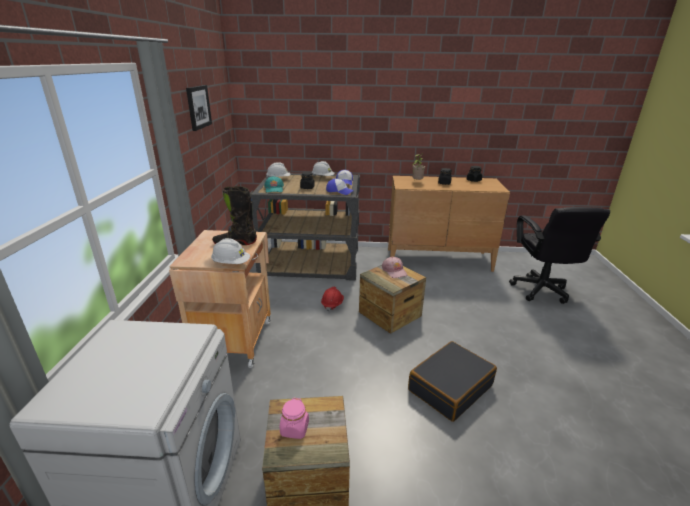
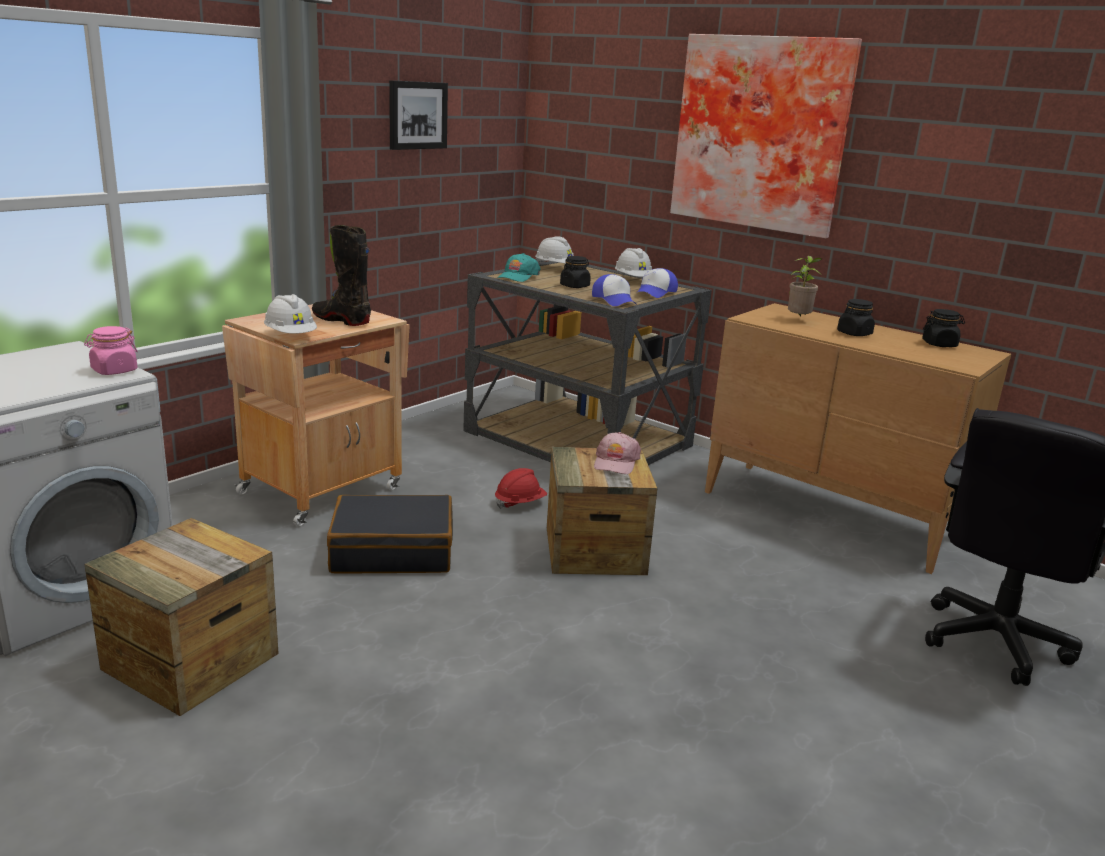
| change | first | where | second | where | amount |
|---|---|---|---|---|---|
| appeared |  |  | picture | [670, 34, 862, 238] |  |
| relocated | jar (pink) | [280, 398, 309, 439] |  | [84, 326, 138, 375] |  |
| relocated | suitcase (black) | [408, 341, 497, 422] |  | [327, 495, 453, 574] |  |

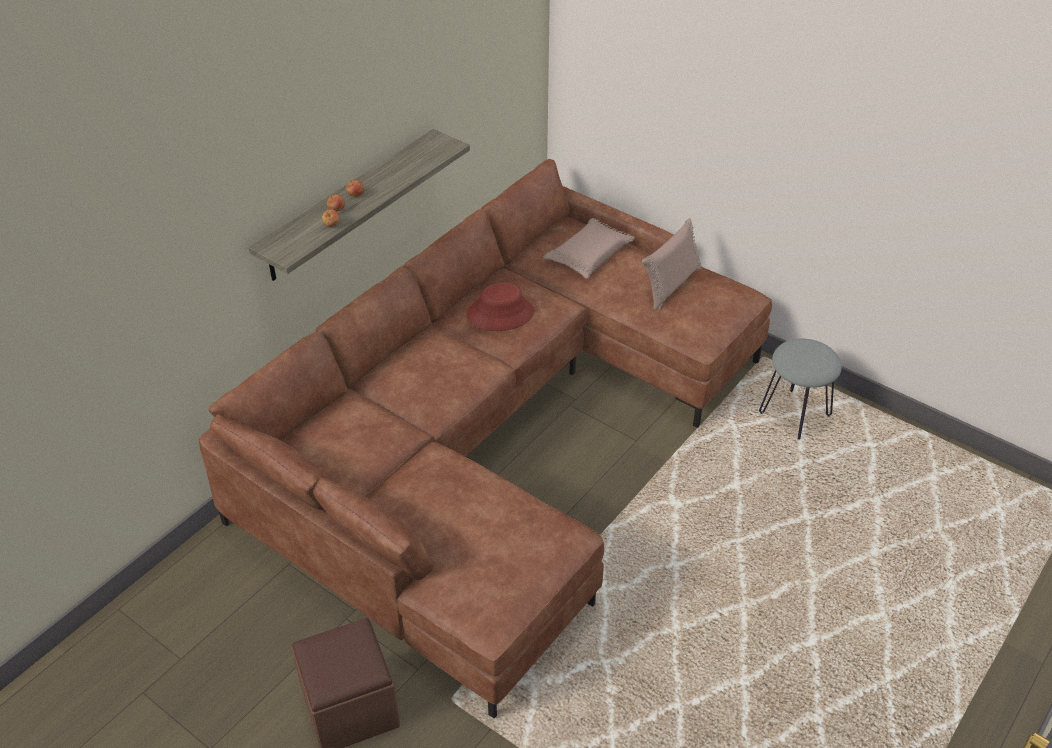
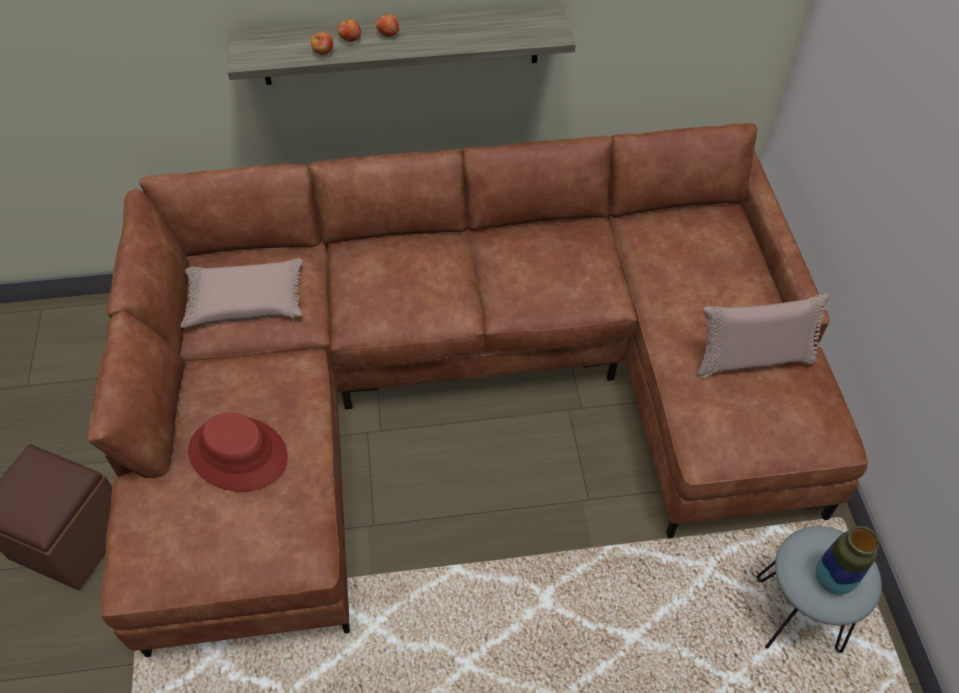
| change | first | where | second | where | amount |
|---|---|---|---|---|---|
| appeared |  |  | vase | [816, 526, 879, 595] |  |
| relocated | hat (red) | [466, 283, 534, 331] |  | [188, 413, 288, 492] |  |
| relocated | pillow (beige) | [543, 218, 635, 279] |  | [180, 258, 303, 328] |  |

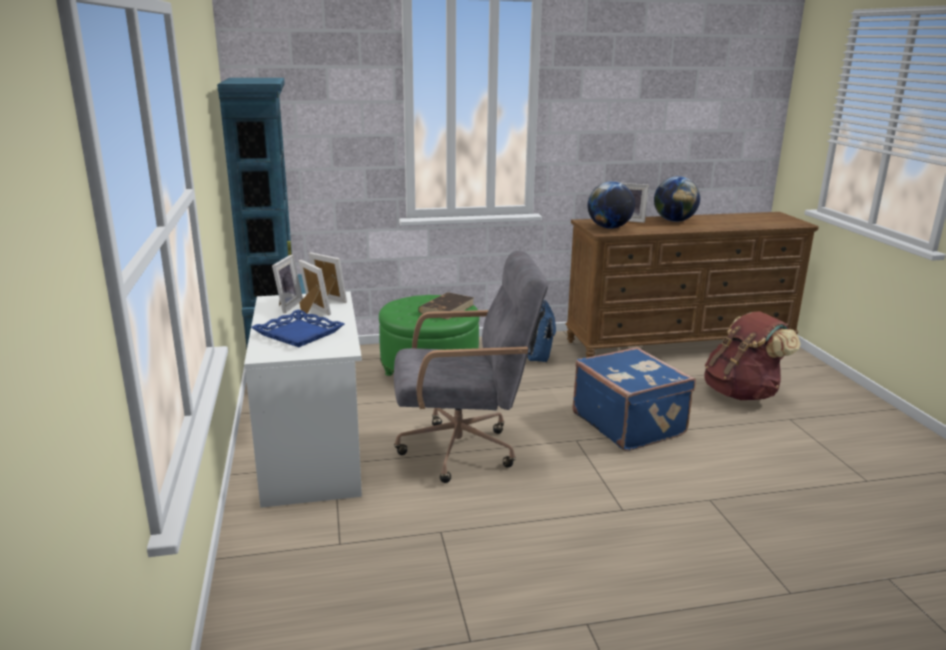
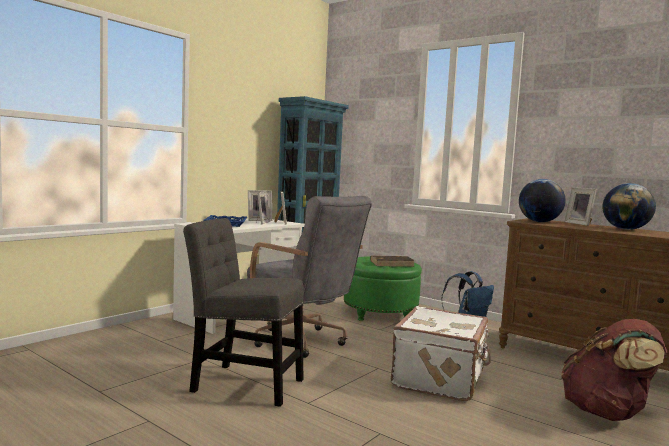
| change | first | where | second | where | amount |
|---|---|---|---|---|---|
| appeared |  |  | chair (grey) | [183, 218, 304, 407] |  |
| colour | suitcase (blue) | [572, 347, 696, 451] | suitcase (white) | [391, 306, 491, 401] |  |

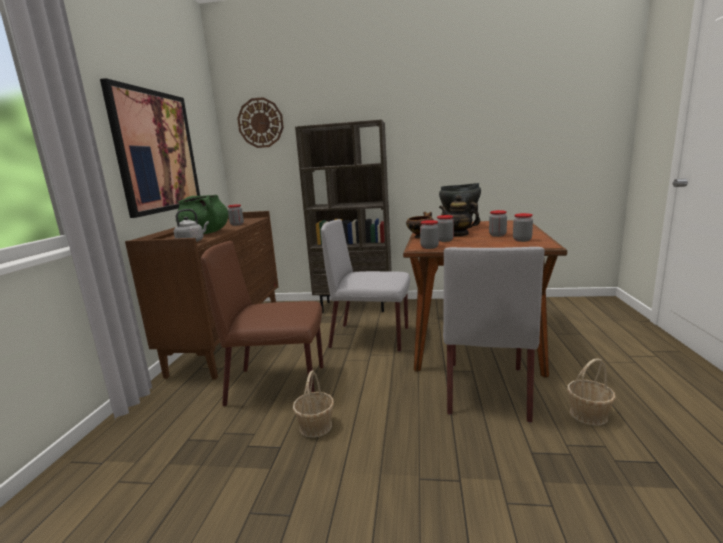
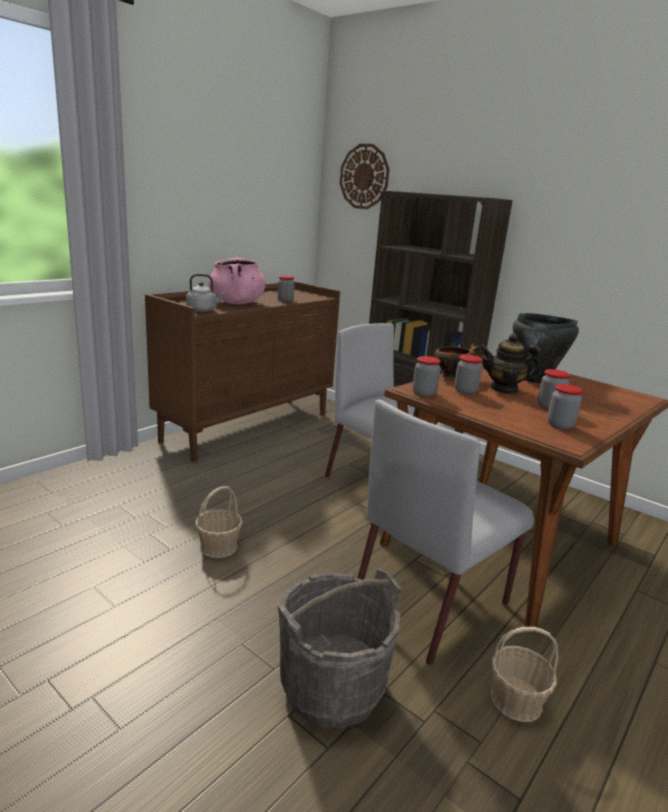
| change | first | where | second | where | amount |
|---|---|---|---|---|---|
| missing | picture | [100, 78, 200, 218] |  |  |  |
| missing | chair (brown) | [201, 241, 324, 406] |  |  |  |
| appeared |  |  | bucket (grey) | [278, 569, 402, 729] |  |
| colour | cooking pot (green) | [176, 195, 229, 234] | cooking pot (pink) | [208, 258, 266, 304] |  |
| spun | teapot | [439, 195, 480, 237] |  | [479, 333, 541, 394] | 60 degrees counterclockwise |

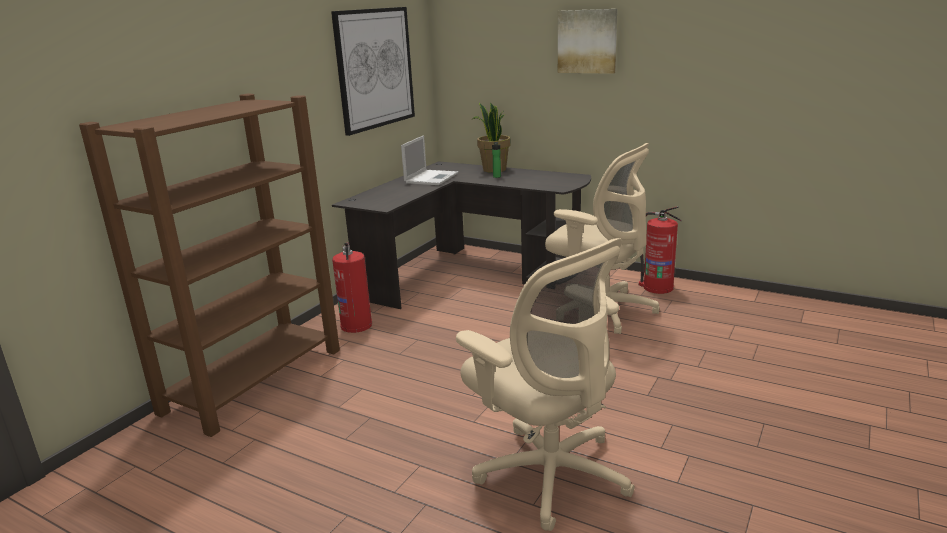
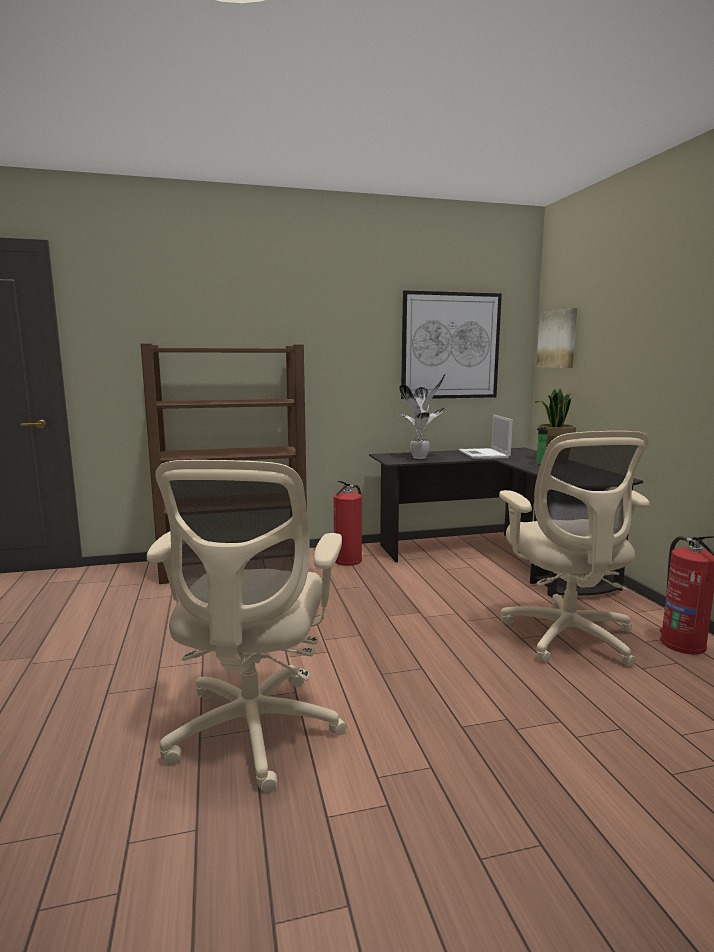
| change | first | where | second | where | amount |
|---|---|---|---|---|---|
| appeared |  |  | potted plant | [397, 374, 446, 459] |  |
| relocated | picture | [558, 9, 617, 74] |  | [536, 308, 577, 368] |  |
| spun | laptop | [401, 135, 458, 185] |  | [459, 415, 513, 459] | 105 degrees clockwise |

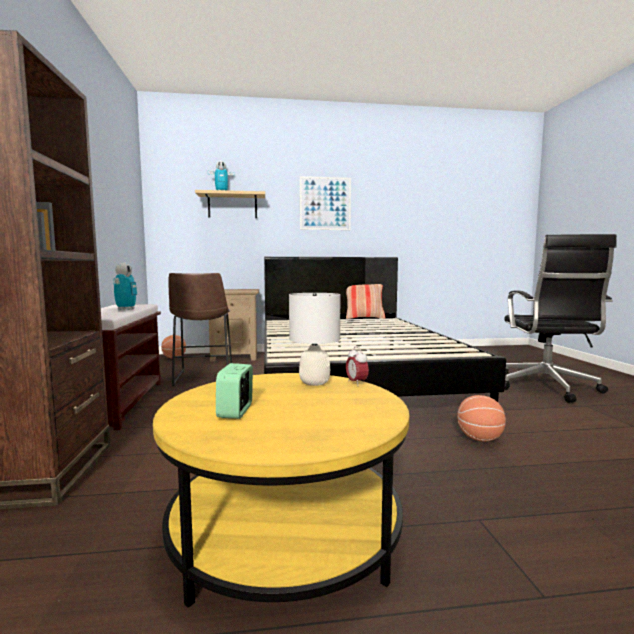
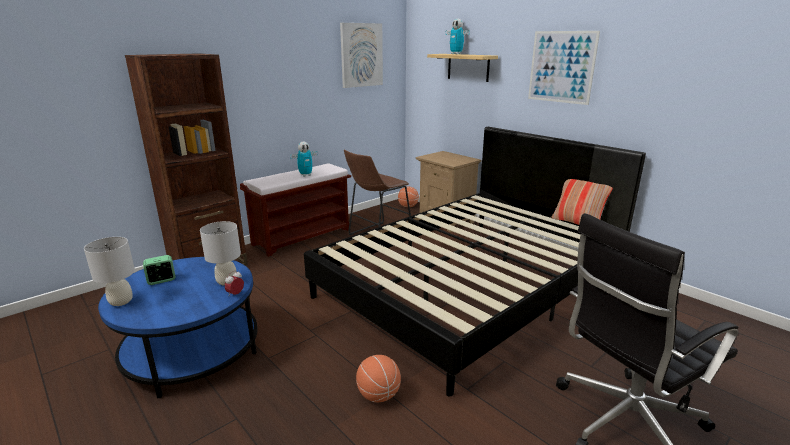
| change | first | where | second | where | amount |
|---|---|---|---|---|---|
| appeared |  |  | table lamp (grey) | [84, 237, 135, 306] |  |
| appeared |  |  | picture | [340, 23, 383, 88] |  |
| colour | coffee table (yellow) | [153, 373, 409, 608] | coffee table (blue) | [98, 257, 258, 398] |  |

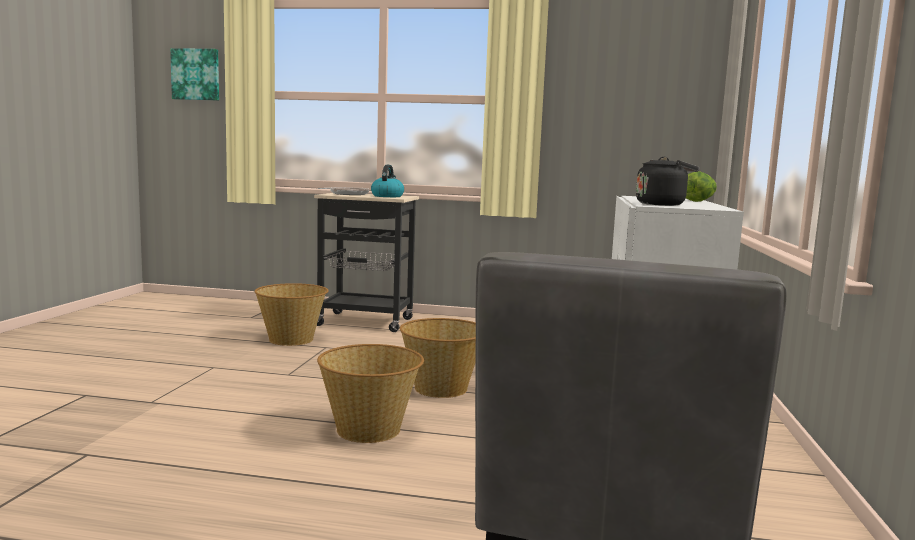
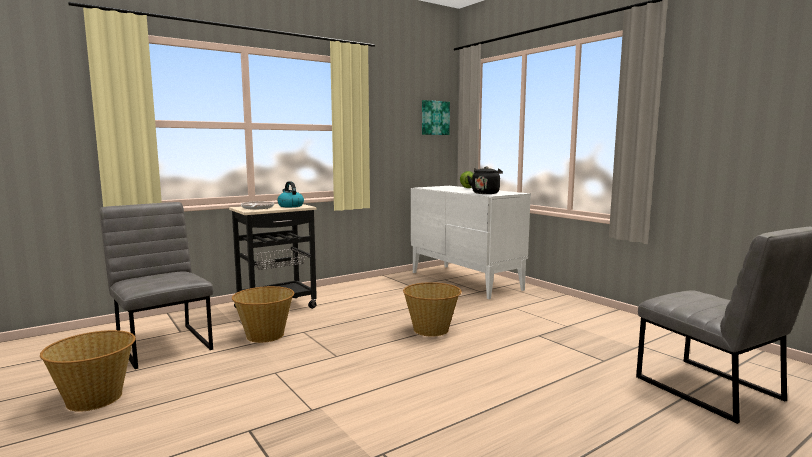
| change | first | where | second | where | amount |
|---|---|---|---|---|---|
| appeared |  |  | chair (grey) | [99, 202, 213, 369] |  |
| relocated | picture | [170, 48, 219, 100] |  | [422, 100, 450, 135] |  |
| relocated | basket | [317, 344, 424, 443] |  | [40, 330, 136, 412] |  |

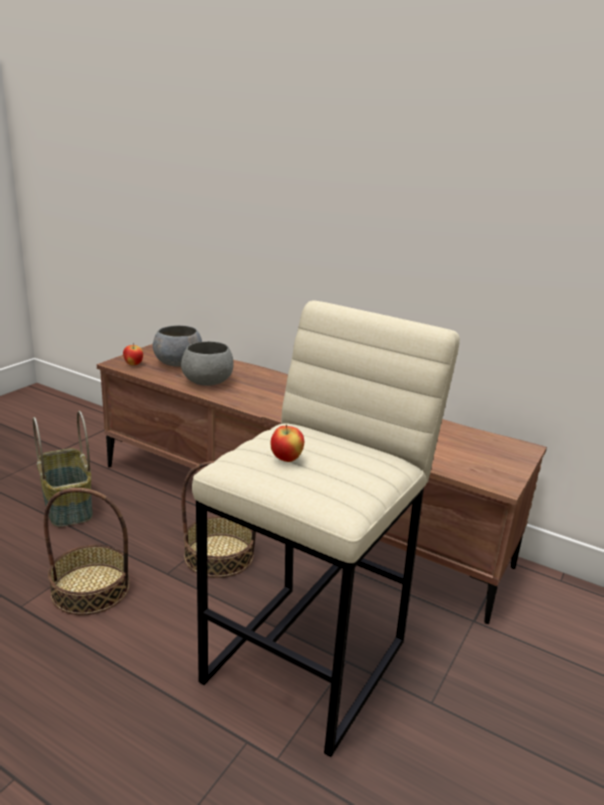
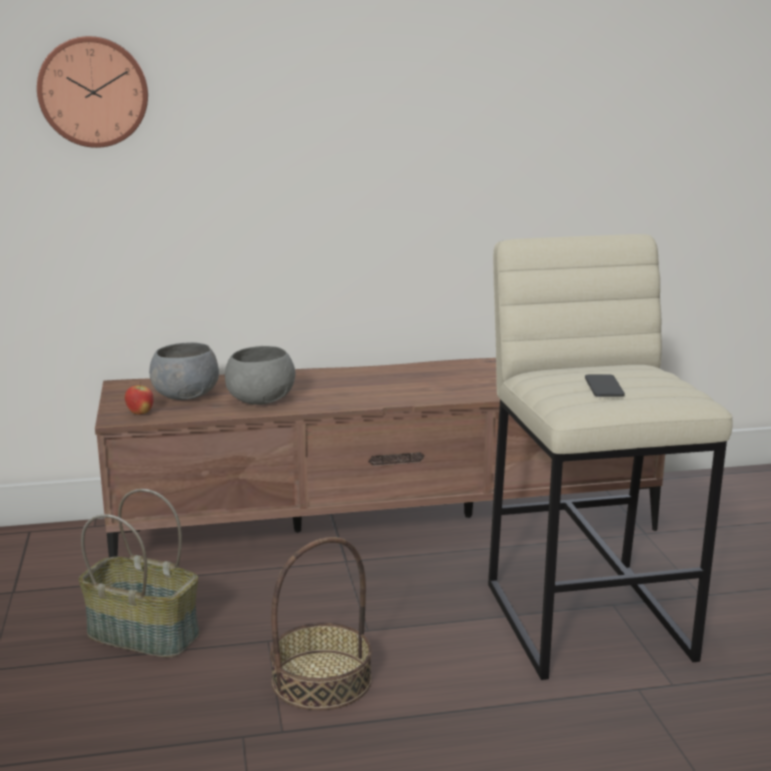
| change | first | where | second | where | amount |
|---|---|---|---|---|---|
| missing | basket | [181, 461, 256, 578] |  |  |  |
| appeared |  |  | wall clock | [37, 36, 148, 148] |  |
| exchanged | apple | [270, 424, 304, 462] | phone | [585, 375, 625, 397] |  |

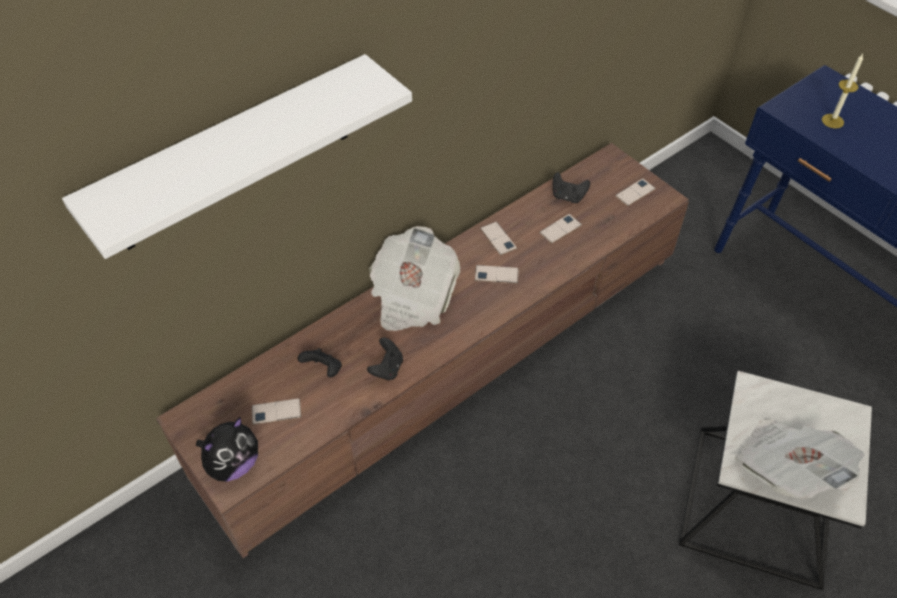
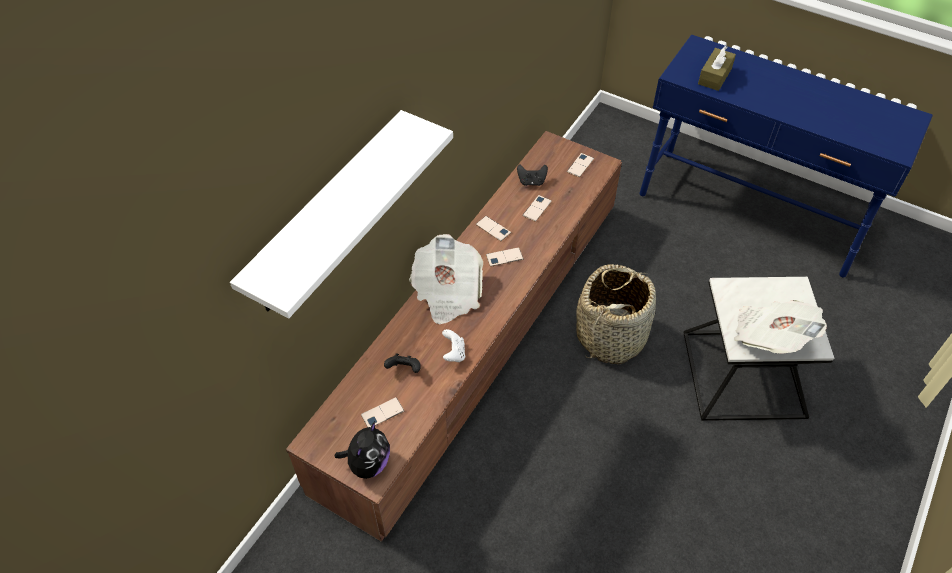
| change | first | where | second | where | amount |
|---|---|---|---|---|---|
| appeared |  |  | basket | [576, 264, 656, 364] |  |
| exchanged | candle | [822, 54, 863, 128] | tissue box (brown) | [698, 46, 736, 91] |  |
| colour | game controller (black) | [367, 337, 403, 380] | game controller (white) | [442, 329, 465, 362] |  |

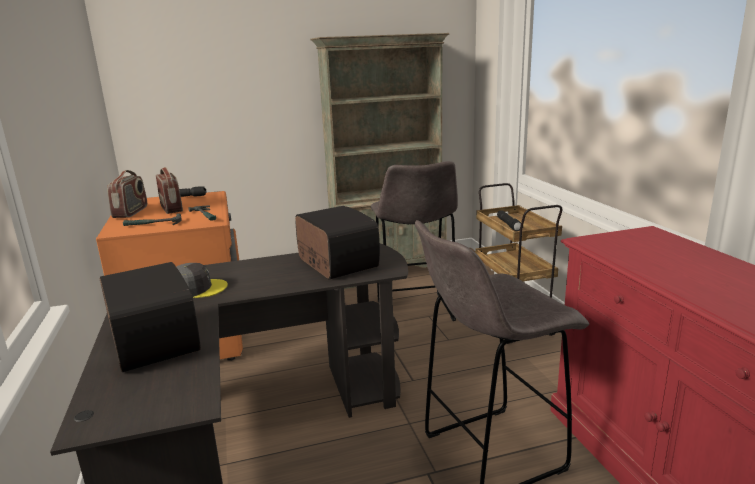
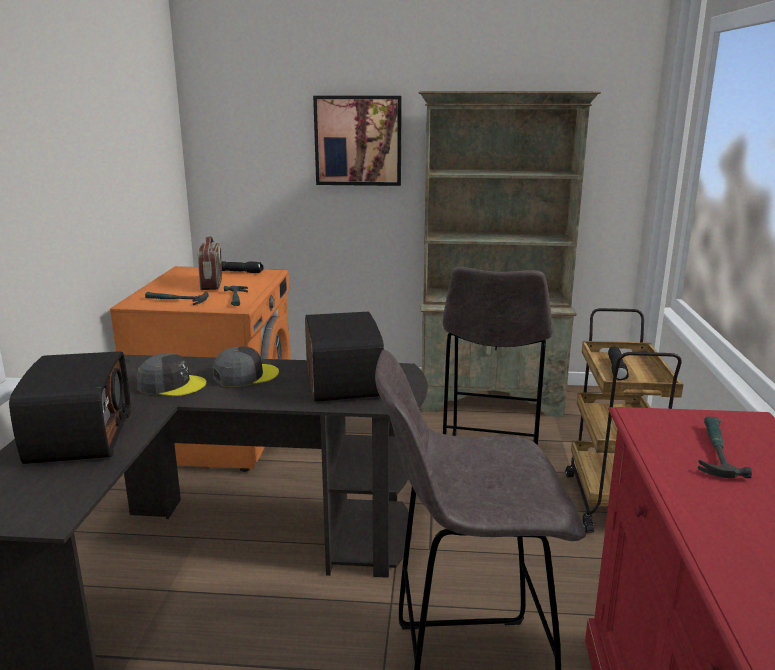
| change | first | where | second | where | amount |
|---|---|---|---|---|---|
| missing | radio | [107, 170, 147, 218] |  |  |  |
| appeared |  |  | cap (grey) | [213, 347, 279, 387] |  |
| appeared |  |  | picture | [313, 96, 402, 186] |  |
| appeared |  |  | hammer | [698, 417, 752, 478] |  |

